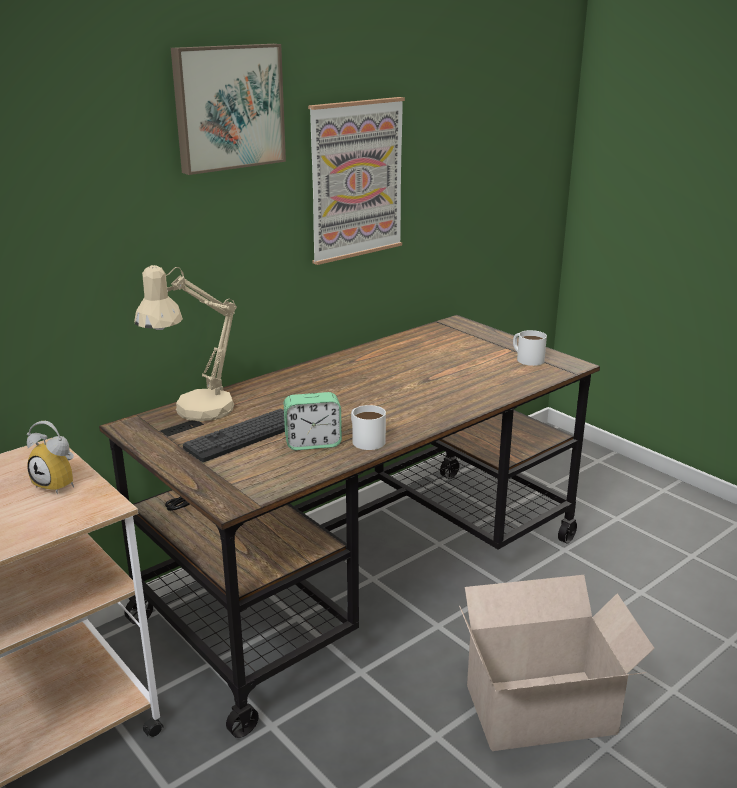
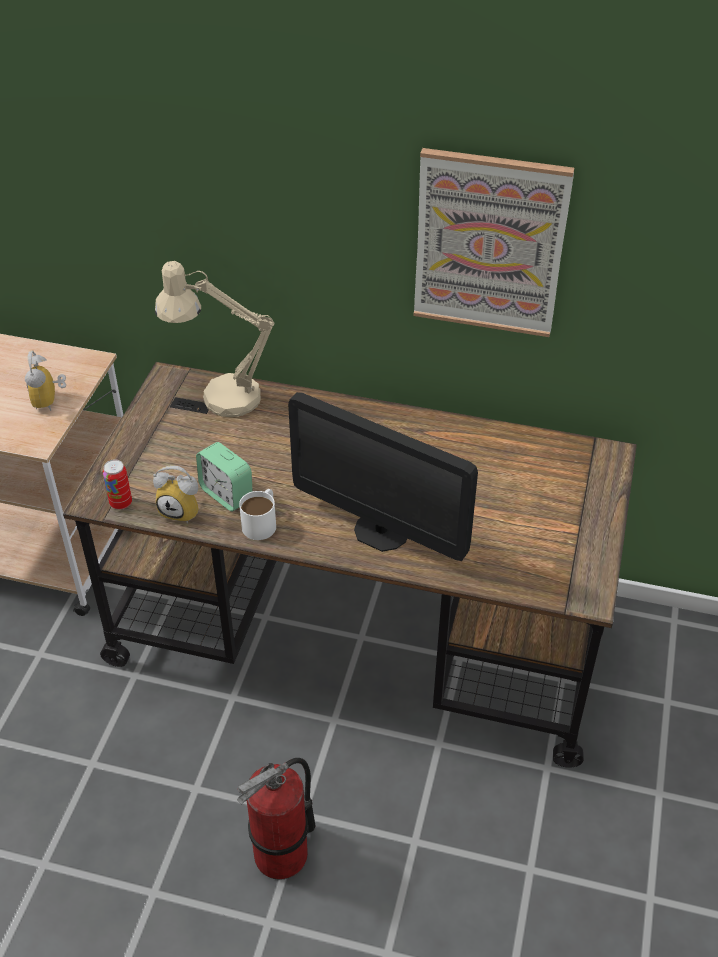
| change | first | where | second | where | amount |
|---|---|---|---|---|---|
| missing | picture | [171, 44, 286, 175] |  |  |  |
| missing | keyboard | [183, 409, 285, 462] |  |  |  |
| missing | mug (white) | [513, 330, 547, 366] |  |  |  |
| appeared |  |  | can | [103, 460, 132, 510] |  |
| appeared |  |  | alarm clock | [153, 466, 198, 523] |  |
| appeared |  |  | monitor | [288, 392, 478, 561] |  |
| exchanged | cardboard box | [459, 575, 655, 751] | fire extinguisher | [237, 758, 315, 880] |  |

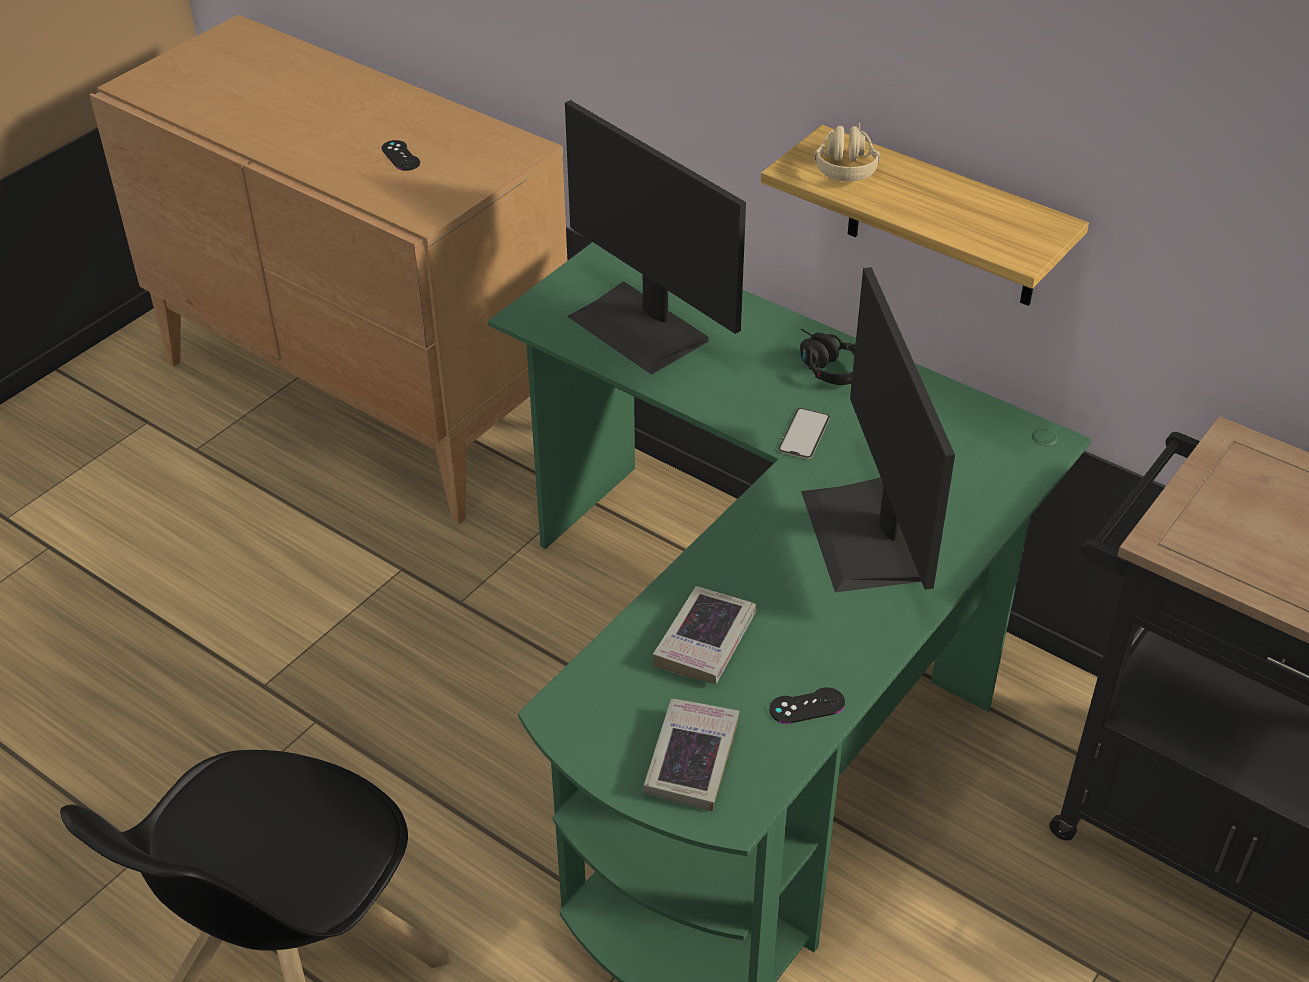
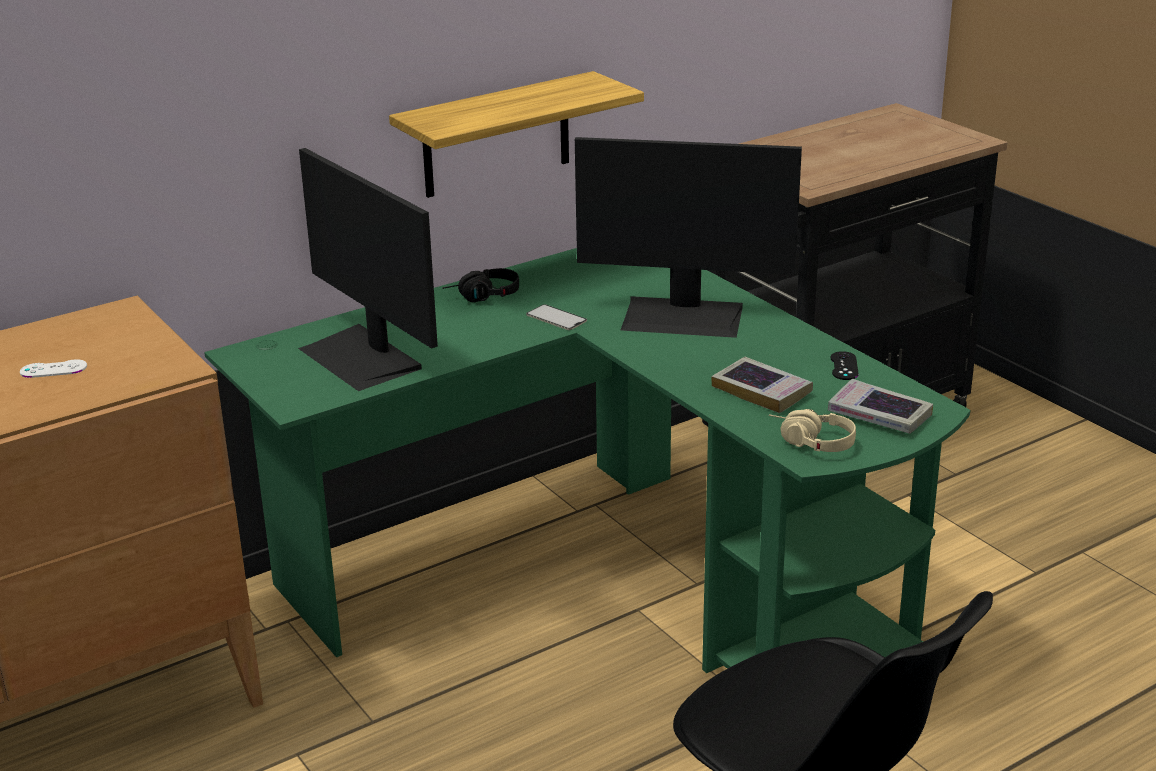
| change | first | where | second | where | amount |
|---|---|---|---|---|---|
| relocated | headphones (beige) | [815, 123, 880, 182] |  | [769, 409, 856, 452] |  |
| colour | game controller (black) | [382, 140, 420, 171] | game controller (white) | [20, 359, 87, 378] |  |
| spun | monitor | [565, 100, 746, 375] |  | [298, 148, 438, 391] | 75 degrees clockwise |

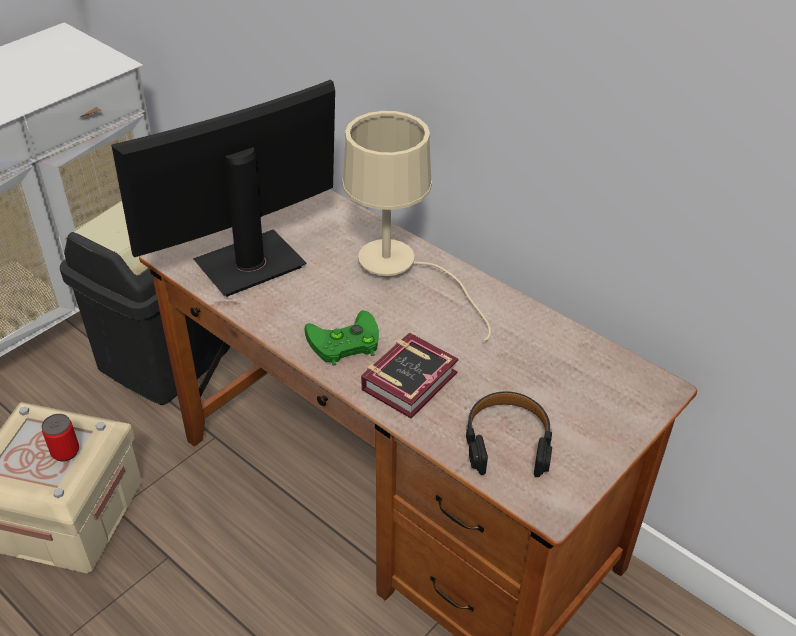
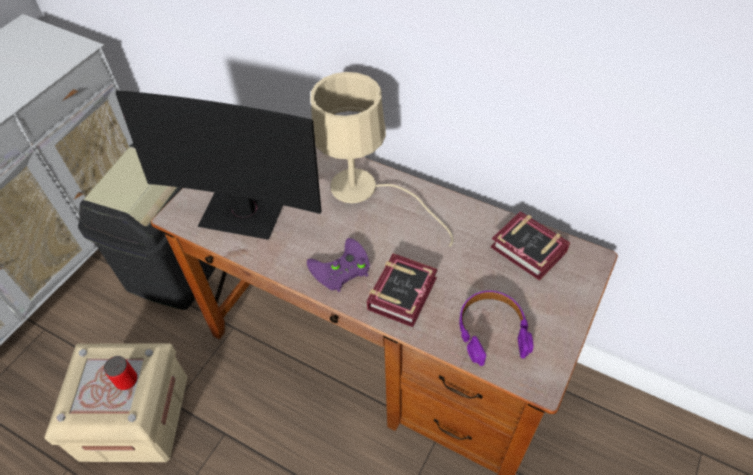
| change | first | where | second | where | amount |
|---|---|---|---|---|---|
| appeared |  |  | book | [491, 211, 570, 281] |  |
| colour | game controller (green) | [305, 310, 379, 366] | game controller (purple) | [307, 238, 370, 292] |  |
| colour | headphones (black) | [466, 391, 552, 477] | headphones (purple) | [459, 291, 533, 366] |  |
| spun | monitor | [111, 79, 335, 297] |  | [116, 91, 321, 240] | 120 degrees counterclockwise |

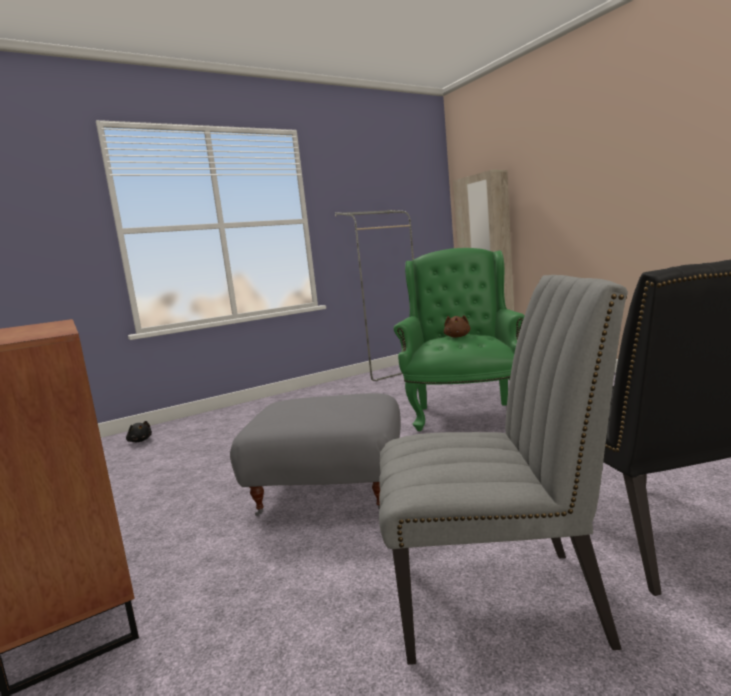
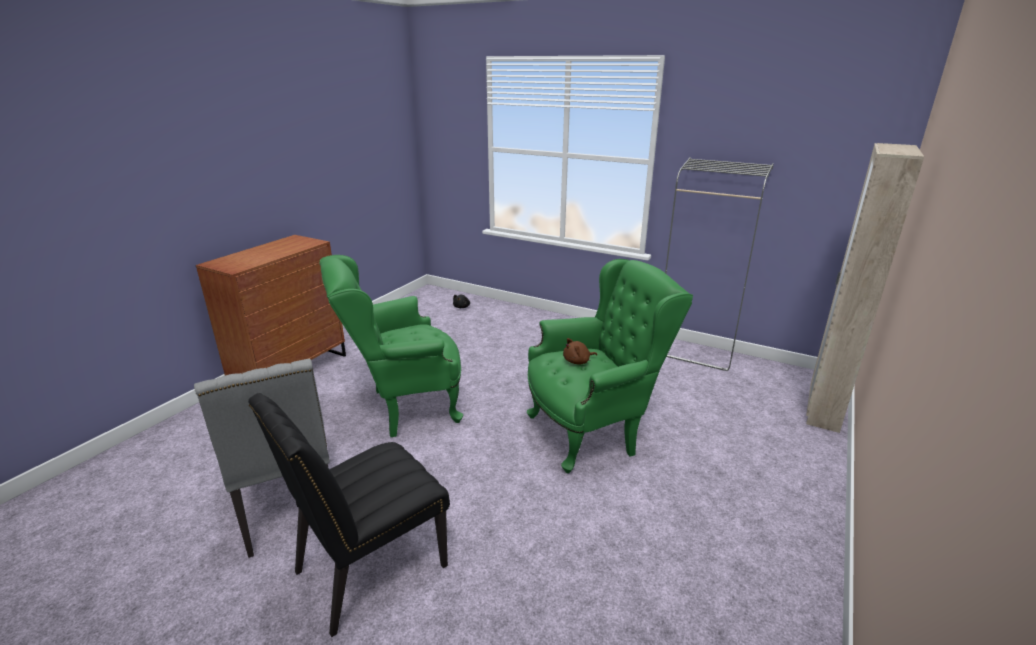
| change | first | where | second | where | amount |
|---|---|---|---|---|---|
| exchanged | ottoman (grey) | [230, 393, 401, 516] | armchair (green) | [319, 255, 463, 437] |  |

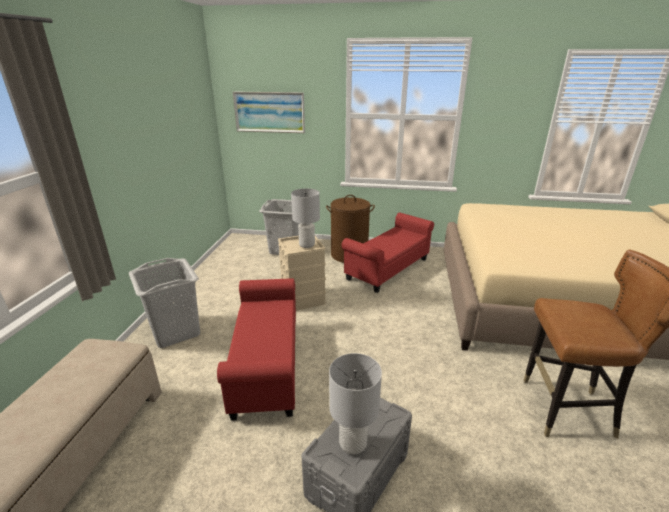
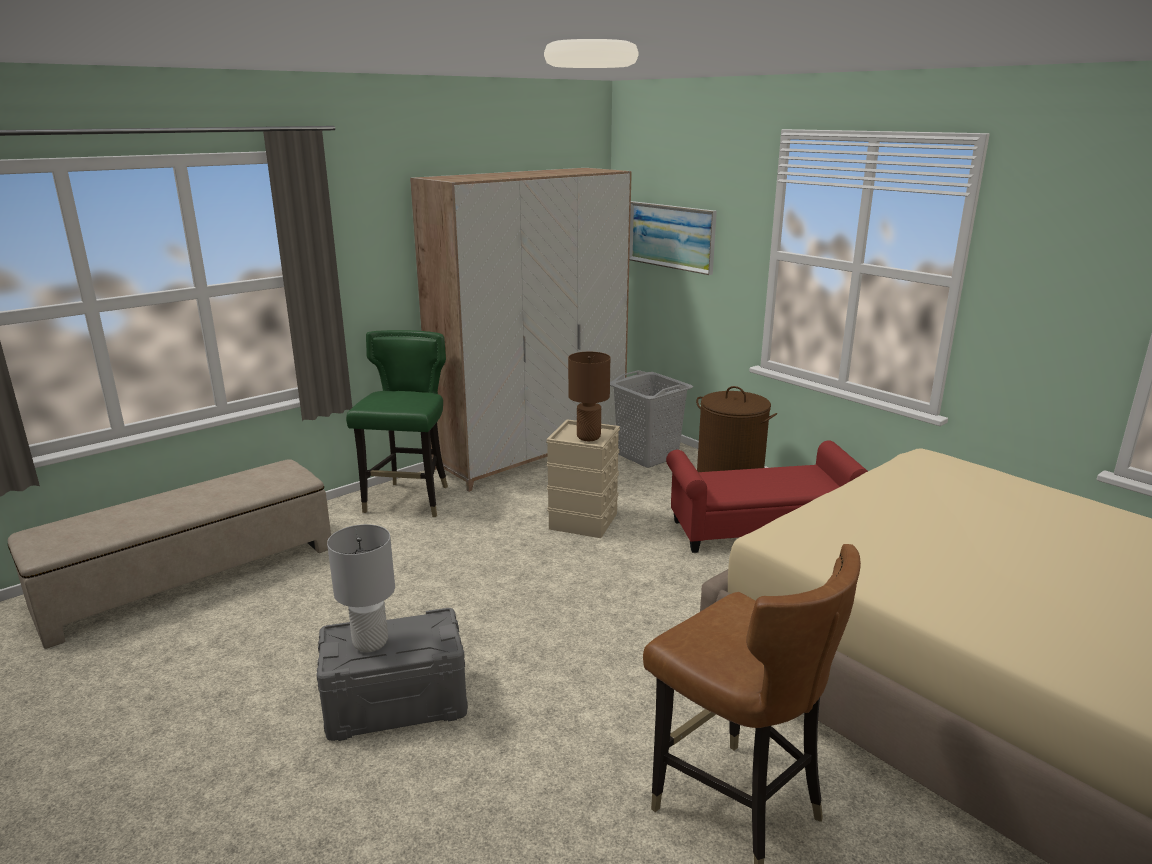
| change | first | where | second | where | amount |
|---|---|---|---|---|---|
| missing | ottoman (red) | [217, 278, 296, 421] |  |  |  |
| appeared |  |  | wardrobe (white) | [410, 168, 632, 492] |  |
| exchanged | laundry basket (grey) | [129, 258, 200, 348] | chair (green) | [346, 330, 448, 517] |  |
| colour | table lamp (grey) | [291, 188, 320, 248] | table lamp (brown) | [568, 352, 610, 442] |  |

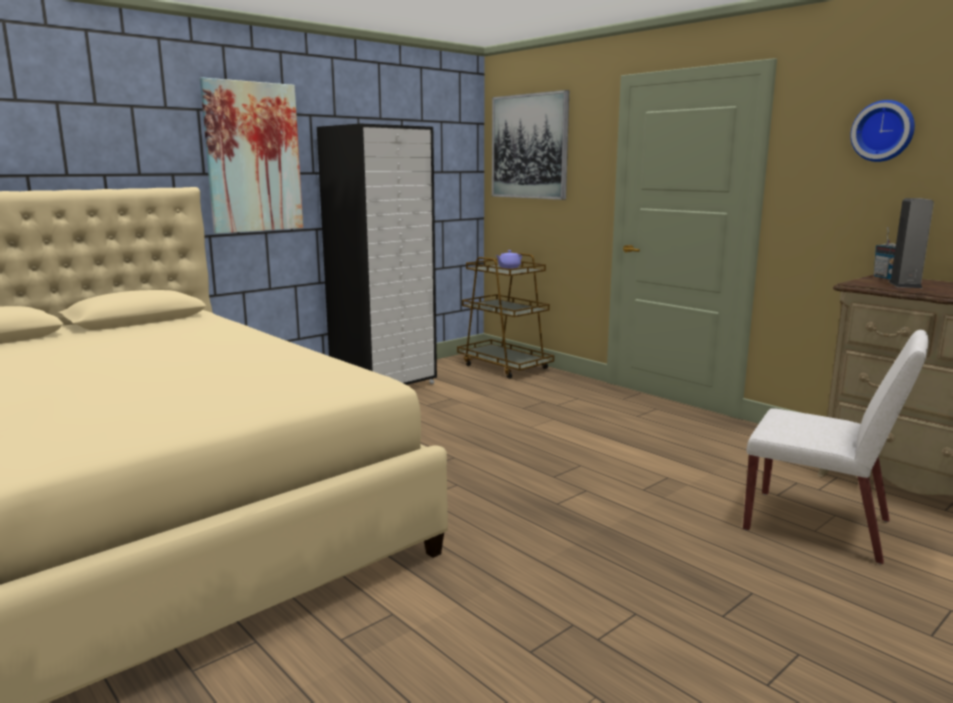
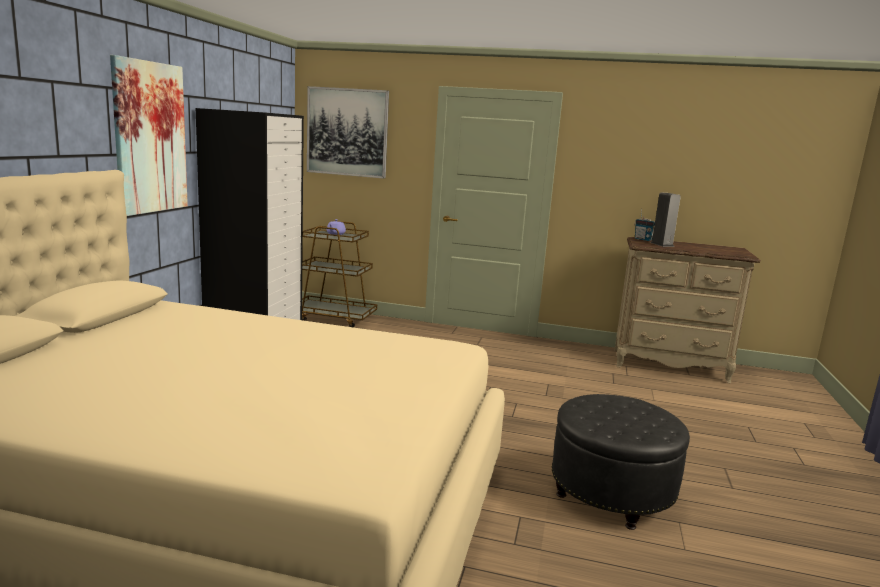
| change | first | where | second | where | amount |
|---|---|---|---|---|---|
| missing | chair (white) | [743, 330, 929, 564] |  |  |  |
| missing | wall clock | [850, 100, 915, 162] |  |  |  |
| appeared |  |  | ottoman (black) | [552, 394, 690, 530] |  |

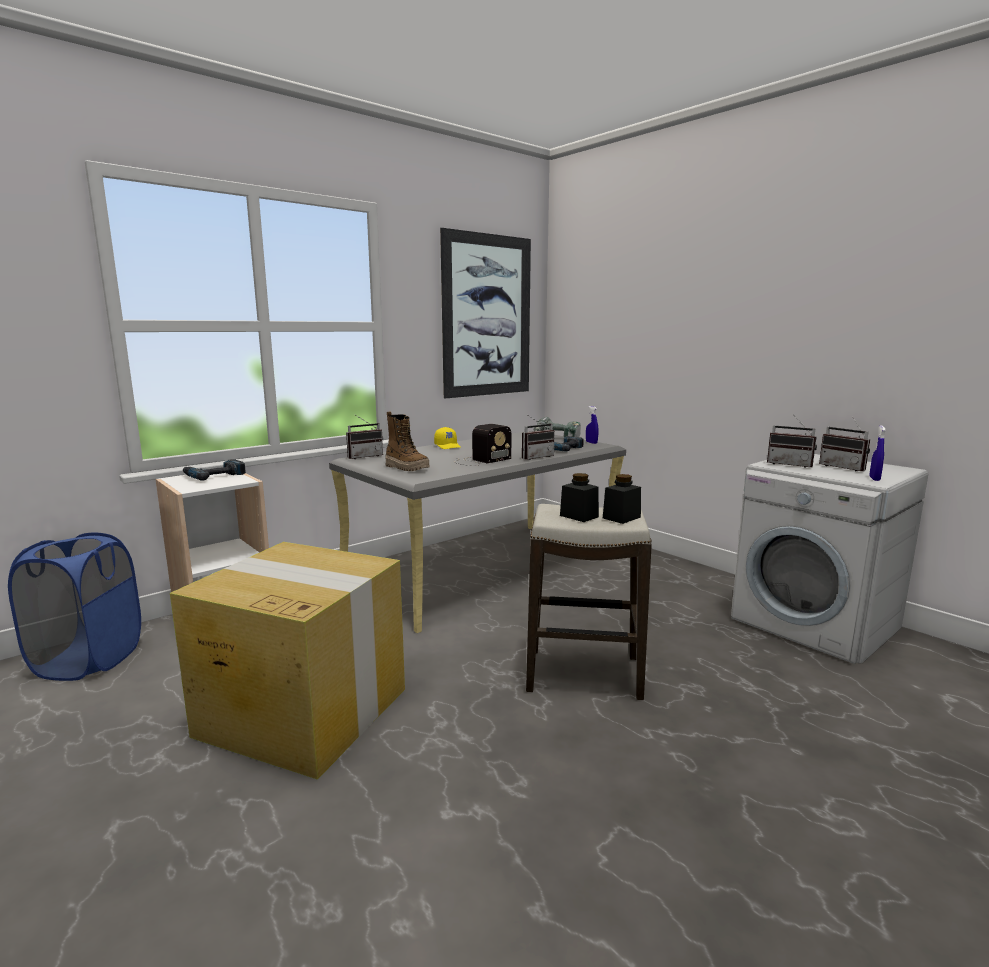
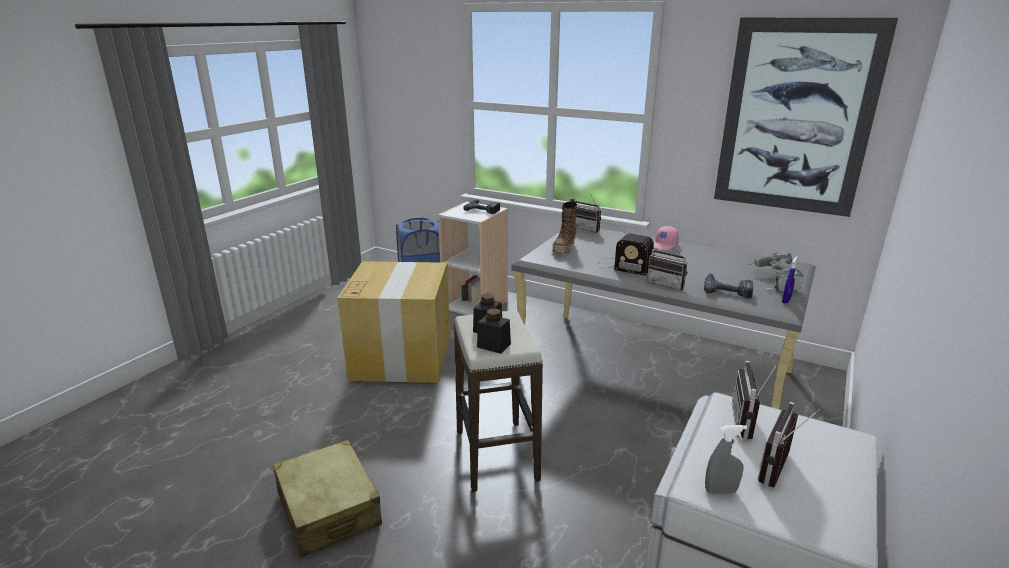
| change | first | where | second | where | amount |
|---|---|---|---|---|---|
| appeared |  |  | suitcase (beige) | [273, 439, 382, 557] |  |
| colour | cap (yellow) | [434, 427, 461, 449] | cap (pink) | [654, 226, 679, 250] |  |
| colour | spray bottle (blue) | [870, 425, 886, 481] | spray bottle (grey) | [705, 425, 747, 494] |  |

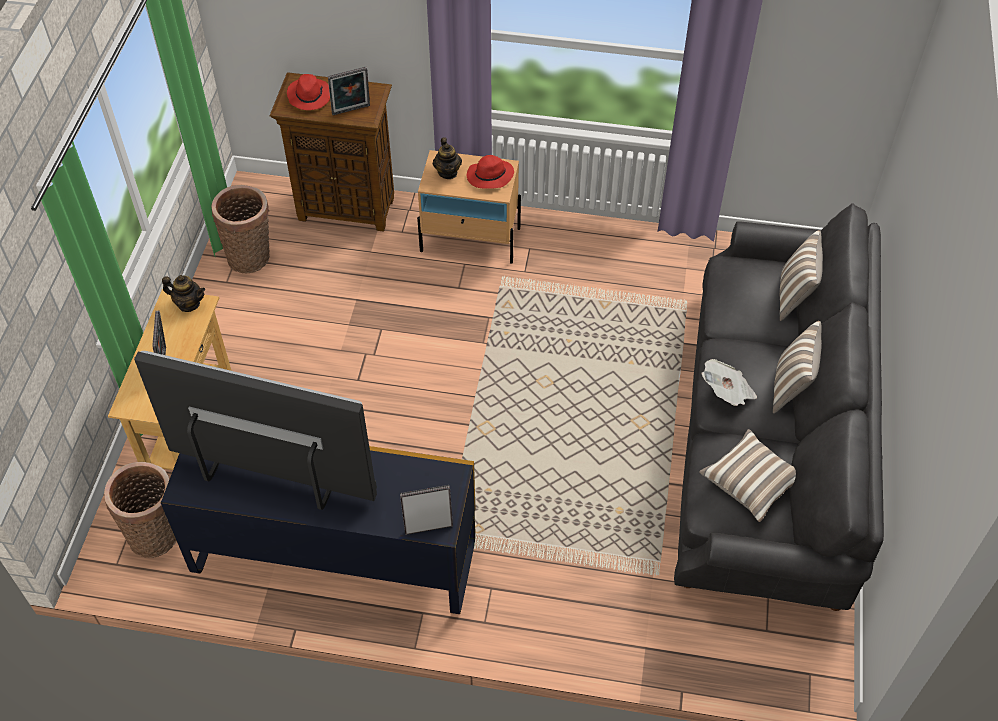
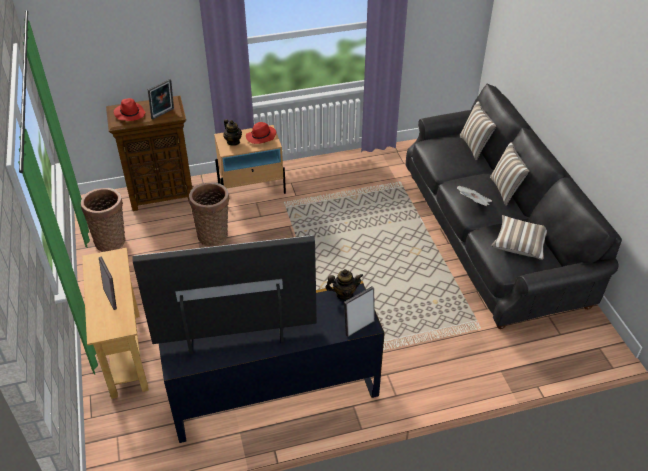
| change | first | where | second | where | amount |
|---|---|---|---|---|---|
| relocated | basket | [104, 462, 176, 558] |  | [189, 183, 229, 246] |  |
| relocated | teapot | [162, 275, 205, 312] |  | [325, 269, 363, 300] |  |

